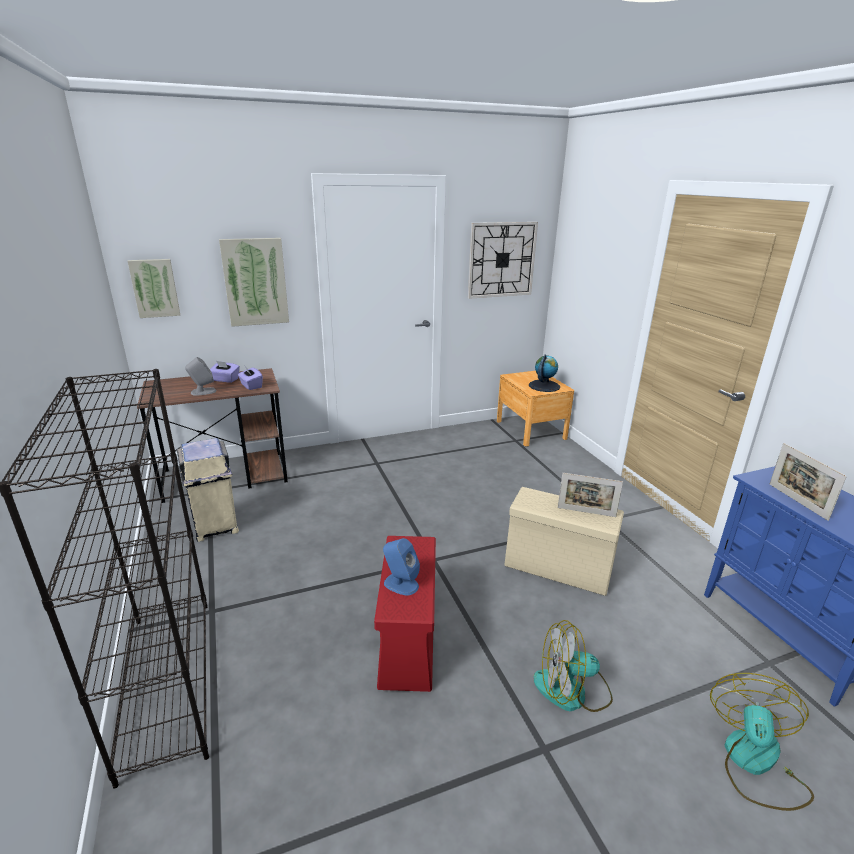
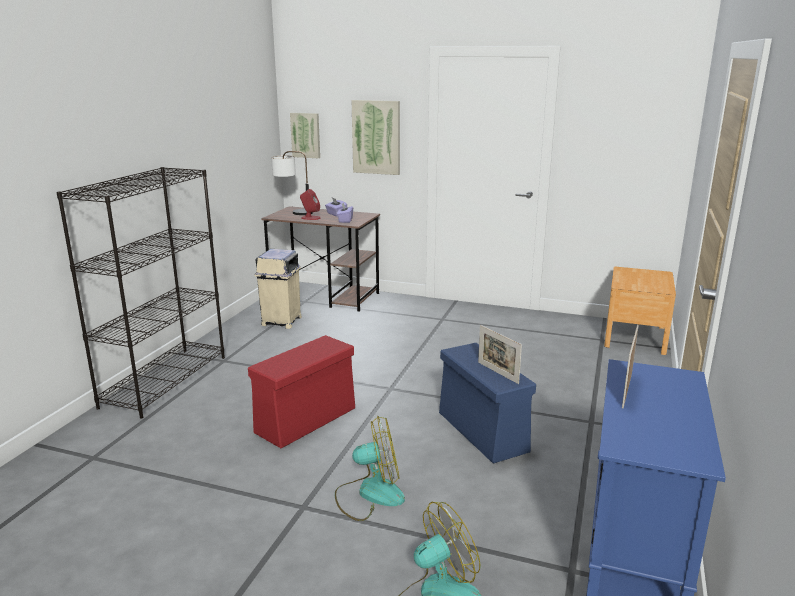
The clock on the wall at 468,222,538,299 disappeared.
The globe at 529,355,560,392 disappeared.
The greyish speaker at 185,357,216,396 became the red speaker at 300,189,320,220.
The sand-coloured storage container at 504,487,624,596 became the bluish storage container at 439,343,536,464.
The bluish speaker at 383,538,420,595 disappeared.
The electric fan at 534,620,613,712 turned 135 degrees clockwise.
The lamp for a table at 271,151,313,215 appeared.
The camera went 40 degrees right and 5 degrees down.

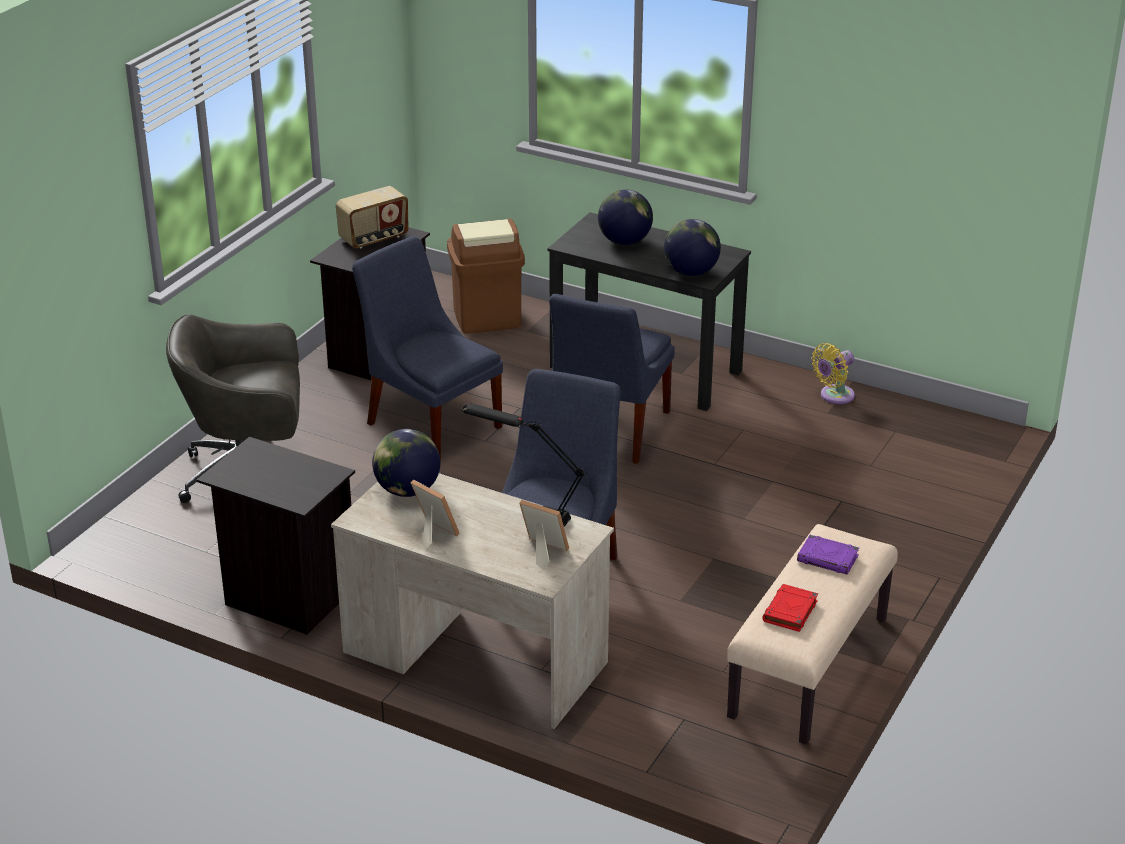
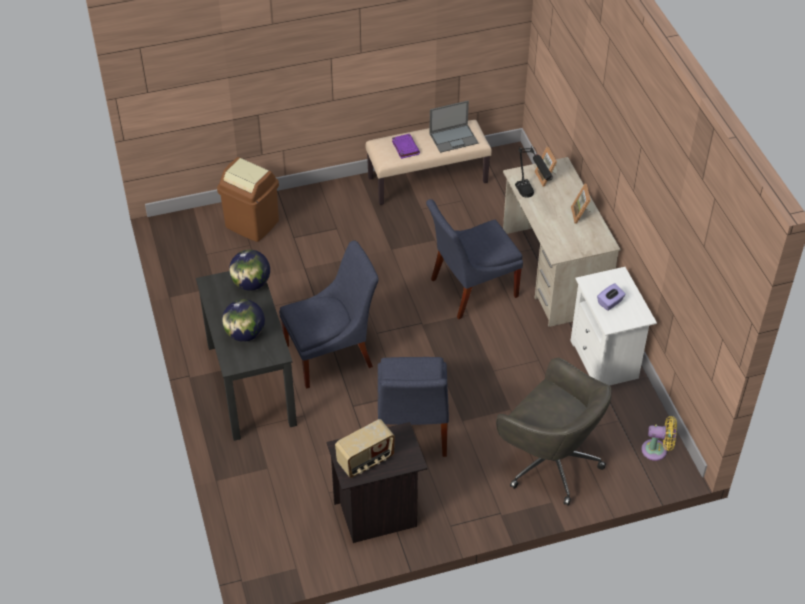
The radio at 336,186,409,248 turned 135 degrees clockwise.
The brown-coloured waste bin moved from 447,219,525,334 to 217,157,279,242.
The yellow electric fan moved from 811,343,855,404 to 641,416,677,461.
The globe at 372,429,440,497 disappeared.
The black-coloured night table at 197,437,355,635 became the white night table at 570,267,657,386.
The red bound book at 762,584,818,632 was replaced by the portable computer at 429,101,478,153.
The purplish tissue holder at 597,283,626,311 appeared.
The camera went 135 degrees left and 15 degrees up.

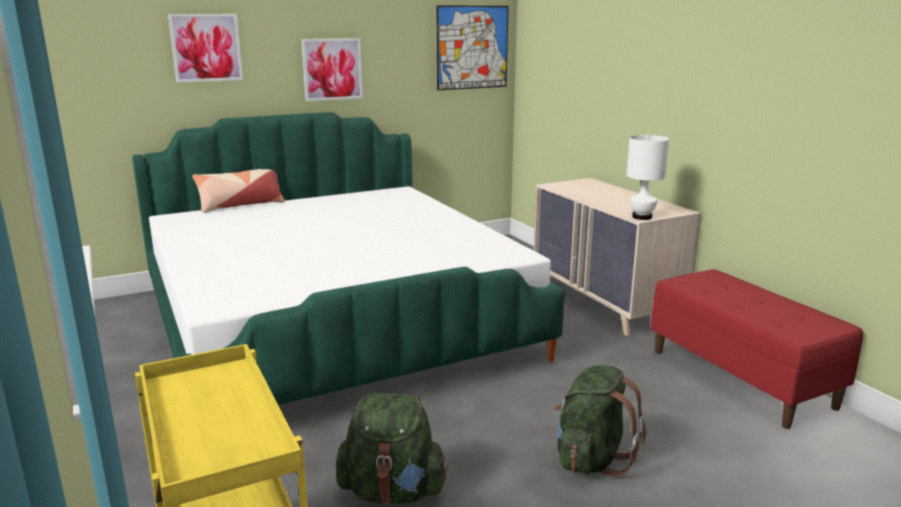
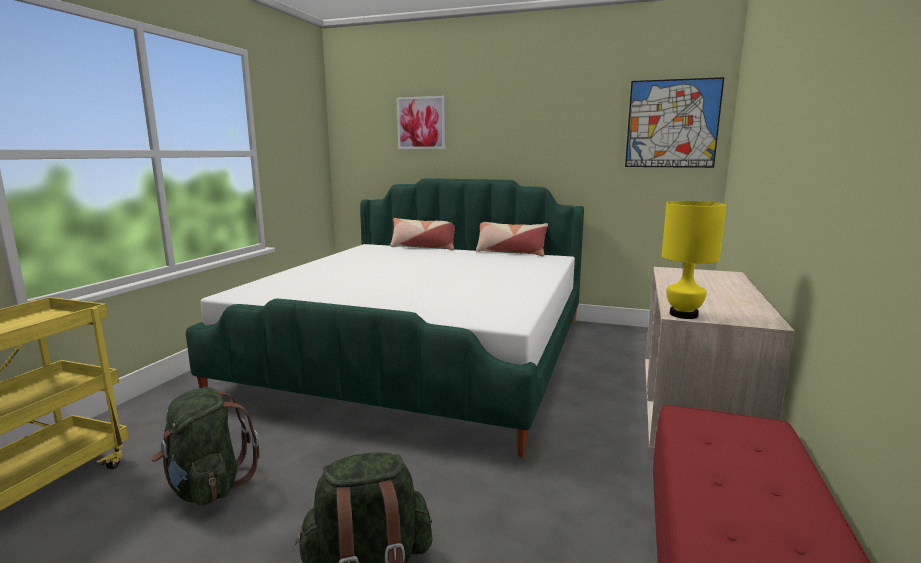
The wall picture at 301,38,363,101 disappeared.
The white lamp for a table at 627,135,670,220 became the yellow lamp for a table at 662,201,726,319.
The cushion at 476,222,548,256 appeared.
The camera went 45 degrees right and 5 degrees down.

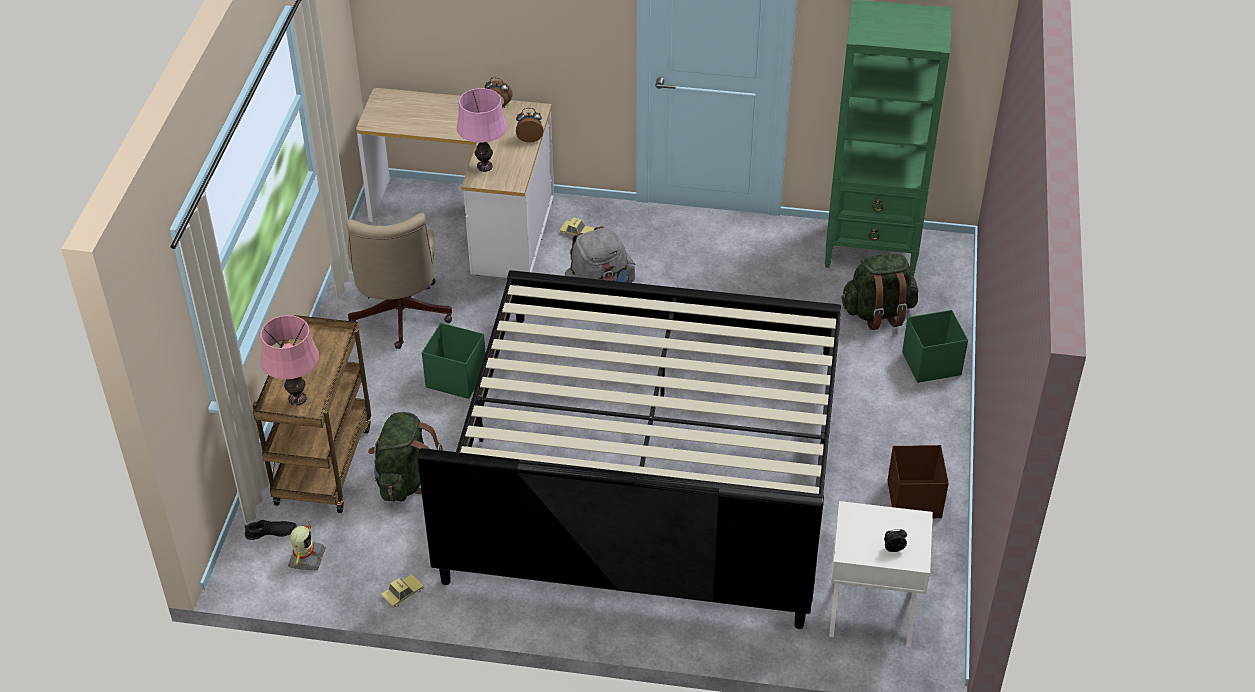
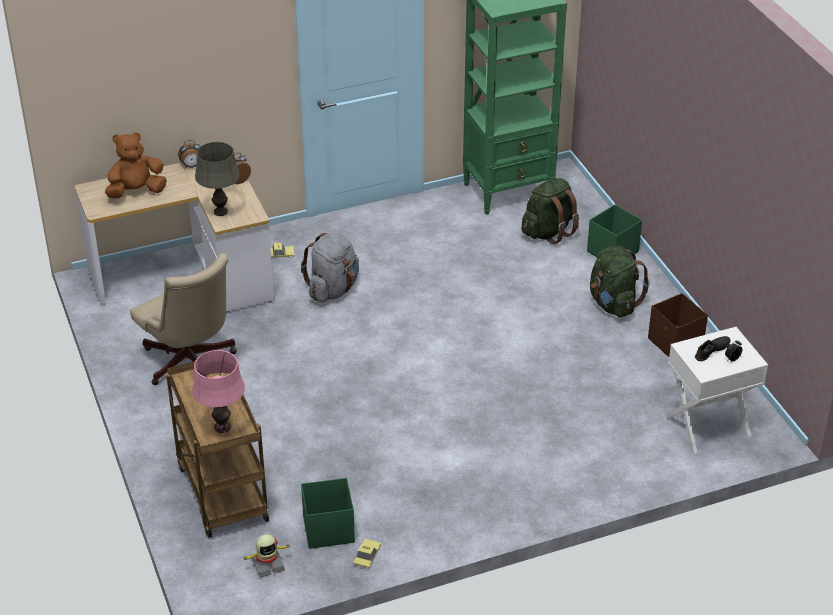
The pinkish lamp for a table at 456,88,507,172 became the greyish lamp for a table at 195,142,240,216.
The bedroom bed at 417,270,841,629 disappeared.
The green-coloured storage container moved from 422,323,485,399 to 301,478,355,549.
The green-coloured knapsack moved from 368,412,443,502 to 590,246,650,317.
The black-coloured shoe moved from 245,520,297,540 to 695,336,731,361.
The toy robot at 288,522,326,570 turned 90 degrees clockwise.
The brown-coloured cuddly toy at 105,132,167,198 appeared.
The camera went 30 degrees left and 5 degrees down.

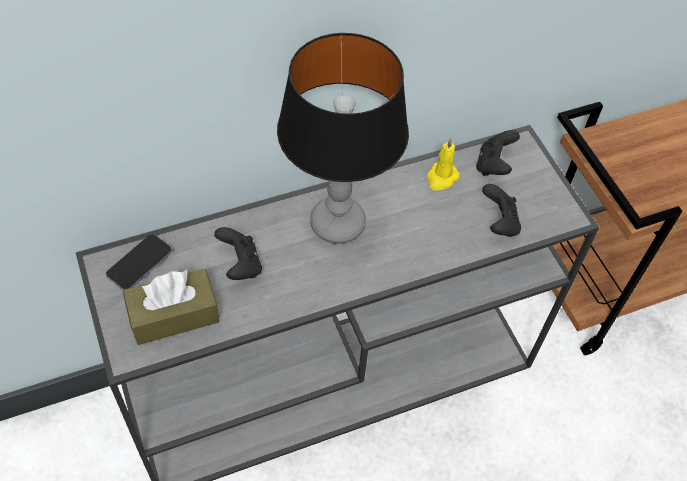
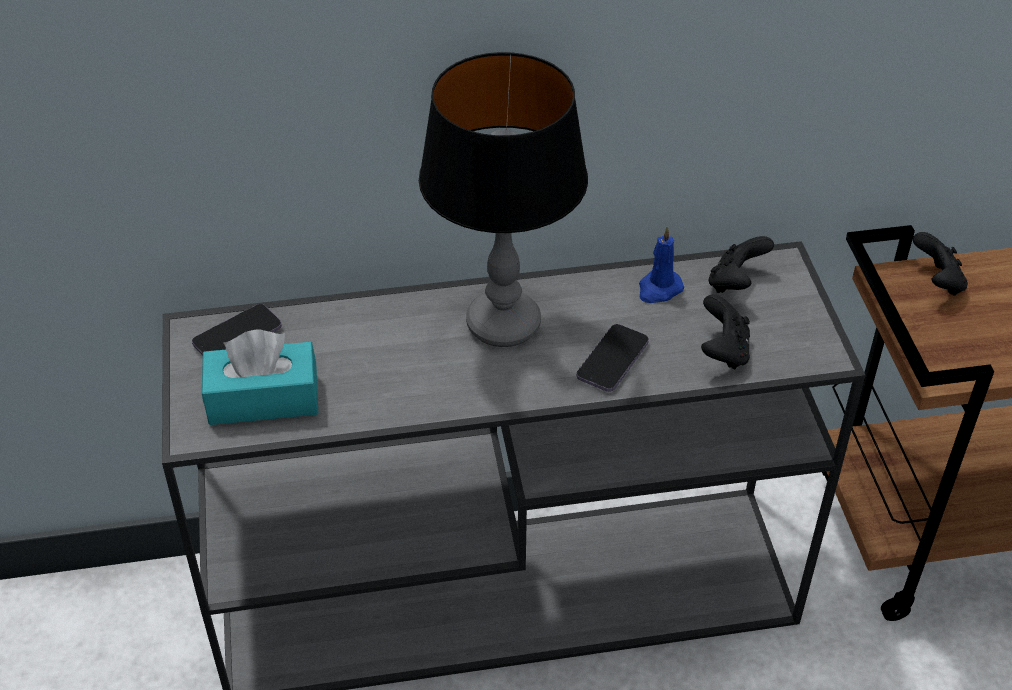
The yellow wax light at 427,138,460,191 became the bluish wax light at 639,227,684,303.
The black-coloured gamepad moved from 214,227,262,280 to 913,232,968,296.
The brown-coloured tissue holder at 123,269,220,345 became the turquoise tissue holder at 202,330,318,425.
The handset at 577,324,649,392 appeared.
The camera went 15 degrees right and 10 degrees down.

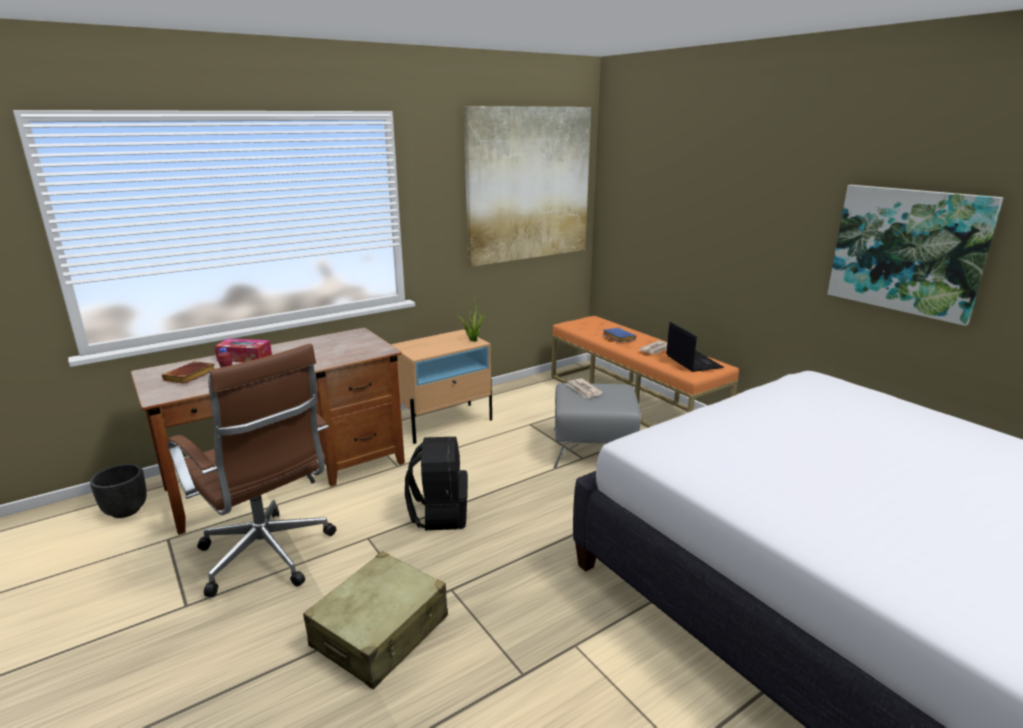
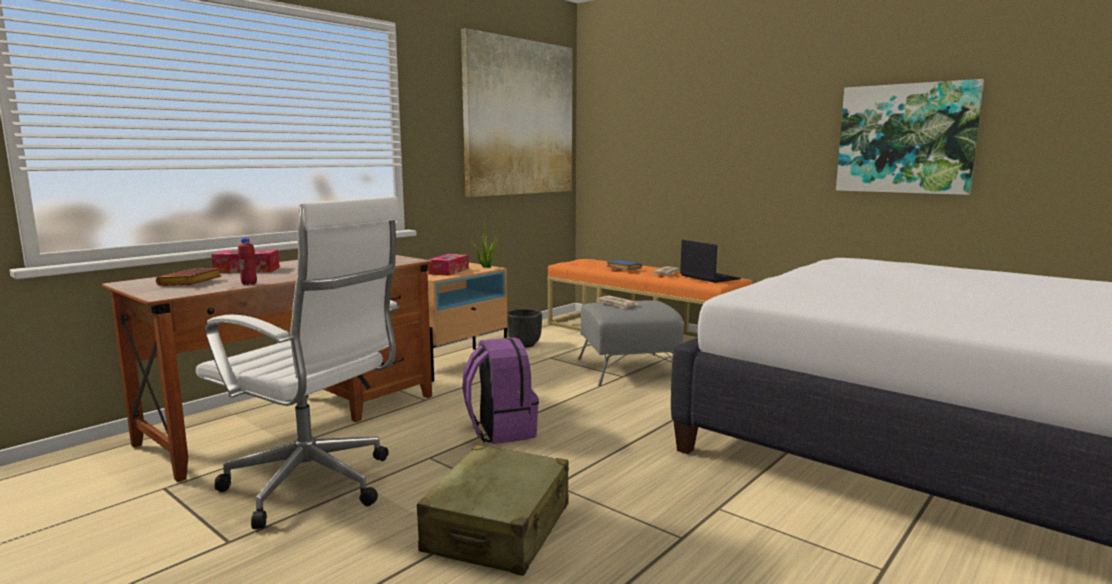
The brown-coloured desk chair at 167,344,336,597 became the white desk chair at 196,196,401,529.
The black-coloured knapsack at 405,436,468,530 became the purplish knapsack at 462,337,539,444.
The black-coloured planter moved from 90,464,147,518 to 507,309,542,348.
The tissue holder at 428,254,469,276 appeared.
The camera went 15 degrees left and 10 degrees down.

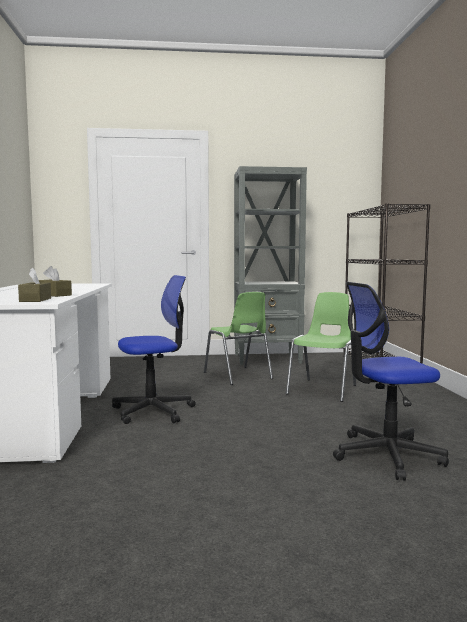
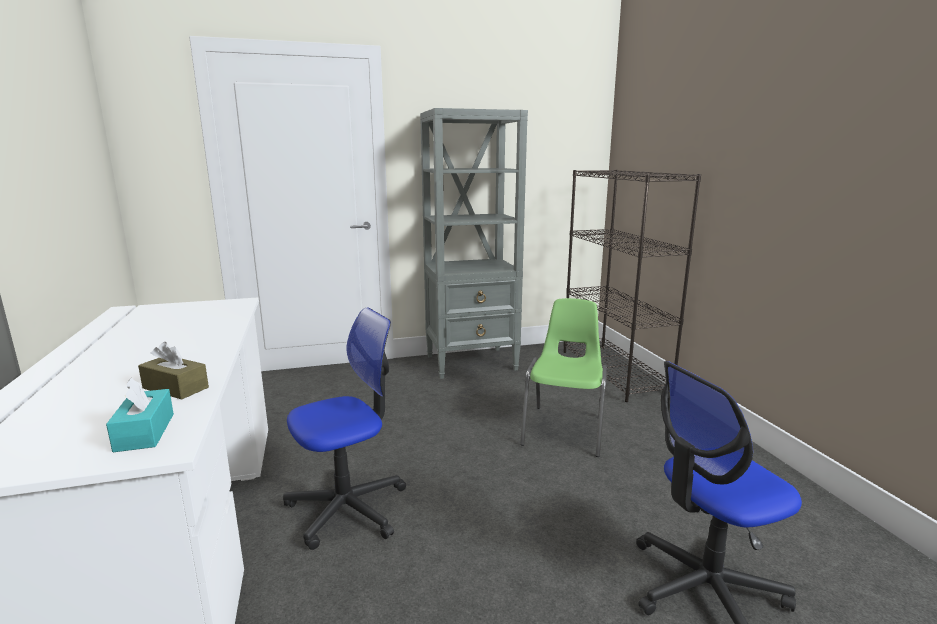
The brown-coloured tissue holder at 18,267,51,302 became the turquoise tissue holder at 106,377,174,452.
The green-coloured plain chair at 204,292,273,385 disappeared.
The camera went 10 degrees left and 10 degrees up.

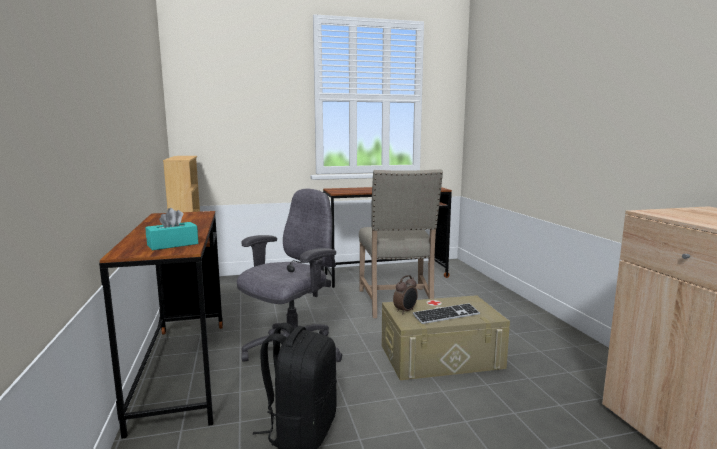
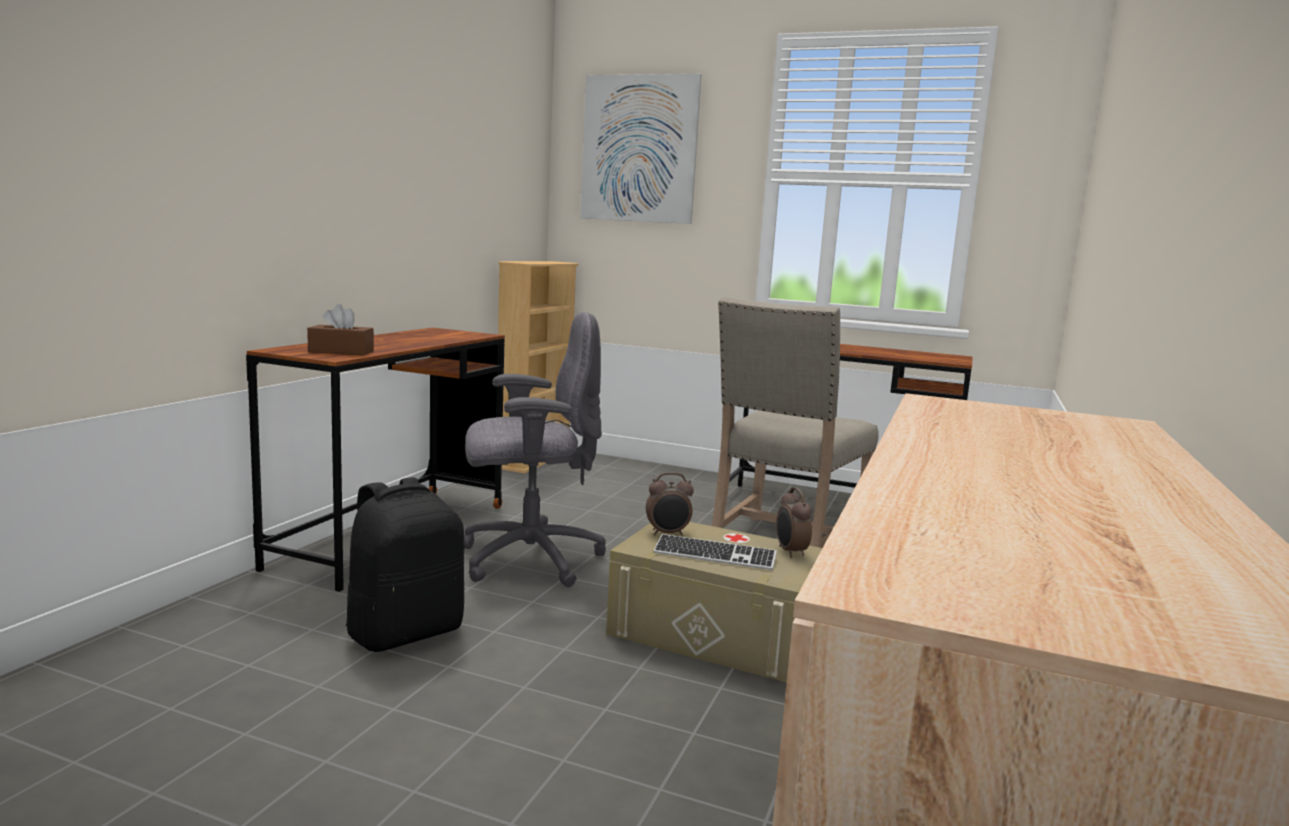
The turquoise tissue holder at 145,208,199,250 became the brown-coloured tissue holder at 307,304,374,356.
The wall picture at 580,74,701,224 appeared.
The alarm clock at 776,487,812,558 appeared.
The camera went 35 degrees right and 0 degrees up.

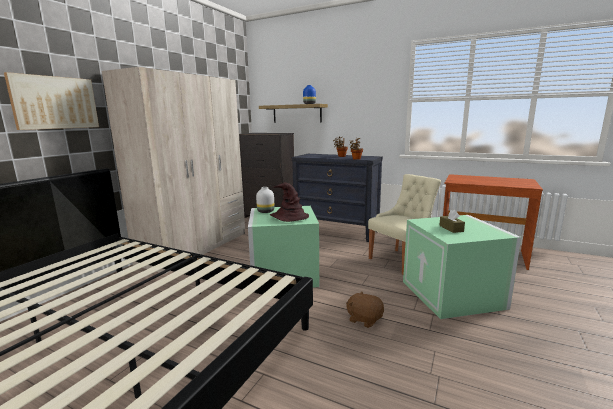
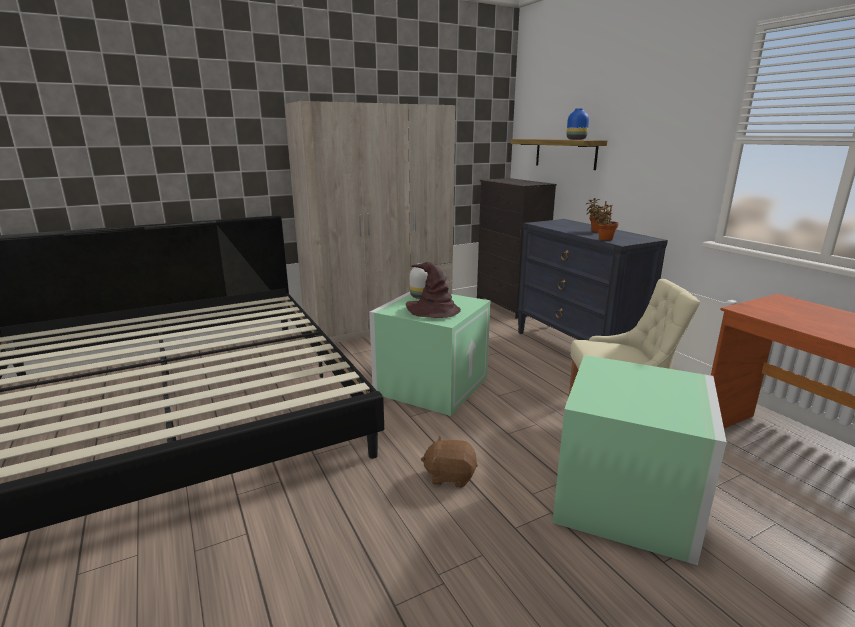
The wall picture at 4,72,99,130 disappeared.
The brown-coloured tissue holder at 439,210,465,233 disappeared.
The brown-coloured cuddly toy at 346,291,384,328 turned 60 degrees counterclockwise.
The camera went 35 degrees right and 5 degrees up.

